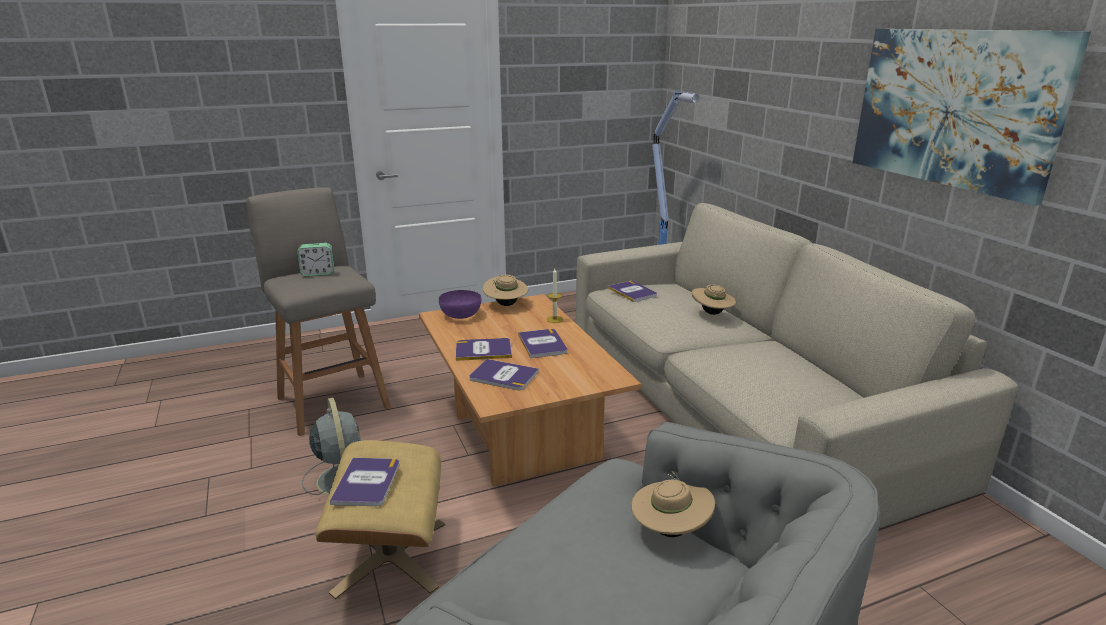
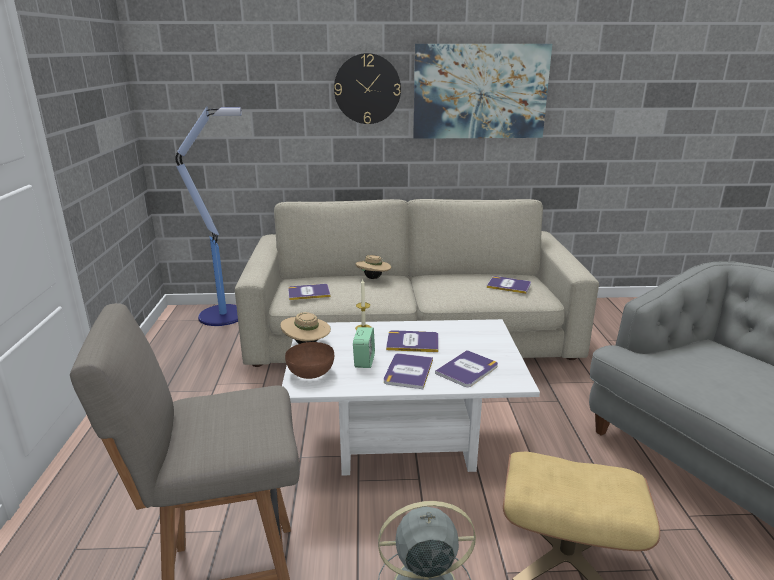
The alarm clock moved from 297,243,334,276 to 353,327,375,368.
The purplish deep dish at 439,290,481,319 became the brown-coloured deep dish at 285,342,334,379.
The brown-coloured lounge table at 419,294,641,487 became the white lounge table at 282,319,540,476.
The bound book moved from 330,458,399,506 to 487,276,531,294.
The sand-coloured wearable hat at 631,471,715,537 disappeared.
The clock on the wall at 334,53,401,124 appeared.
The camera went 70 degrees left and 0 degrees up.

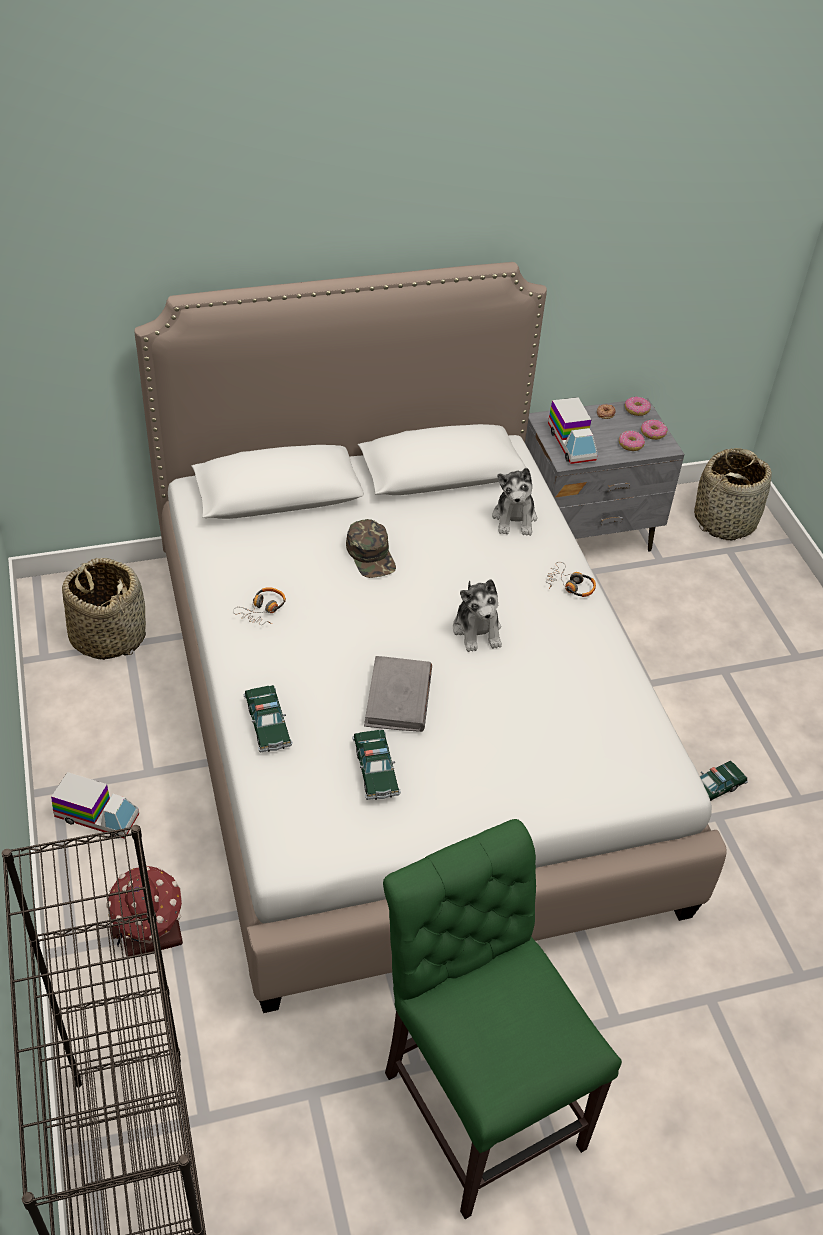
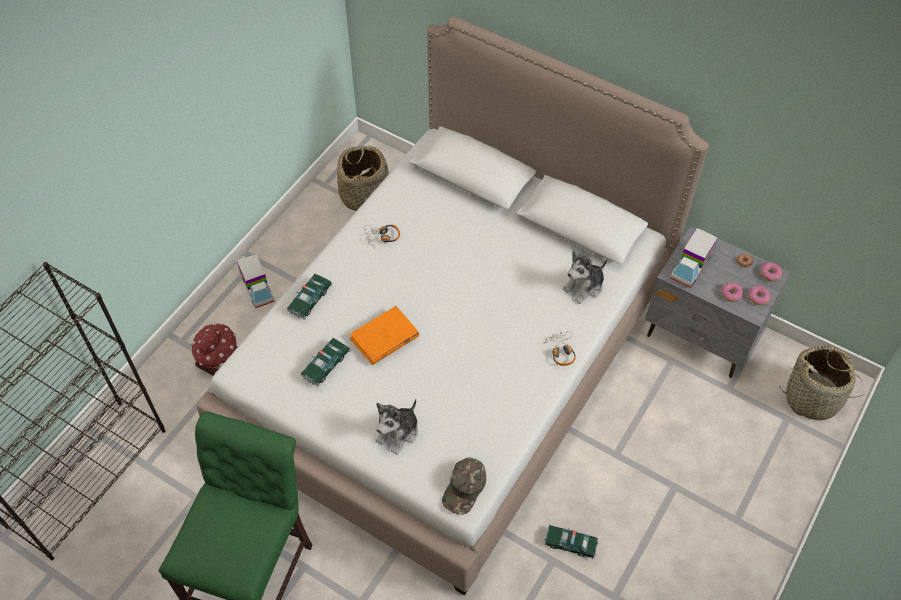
The green-coloured peaked cap moved from 346,519,396,578 to 442,457,486,515.
The cuddly toy moved from 453,579,502,652 to 376,399,418,455.
The greyish bound book at 364,656,432,732 became the orangey bound book at 349,306,419,365.
The camera went 50 degrees right and 10 degrees up.

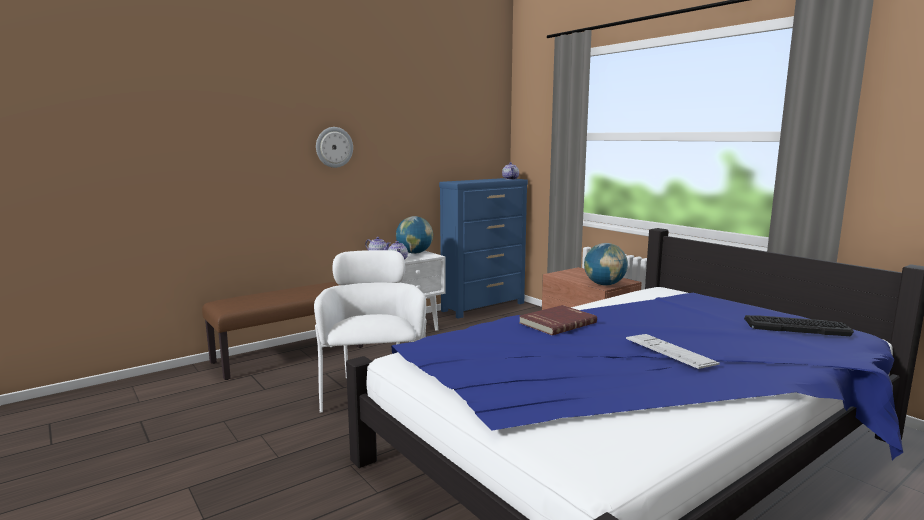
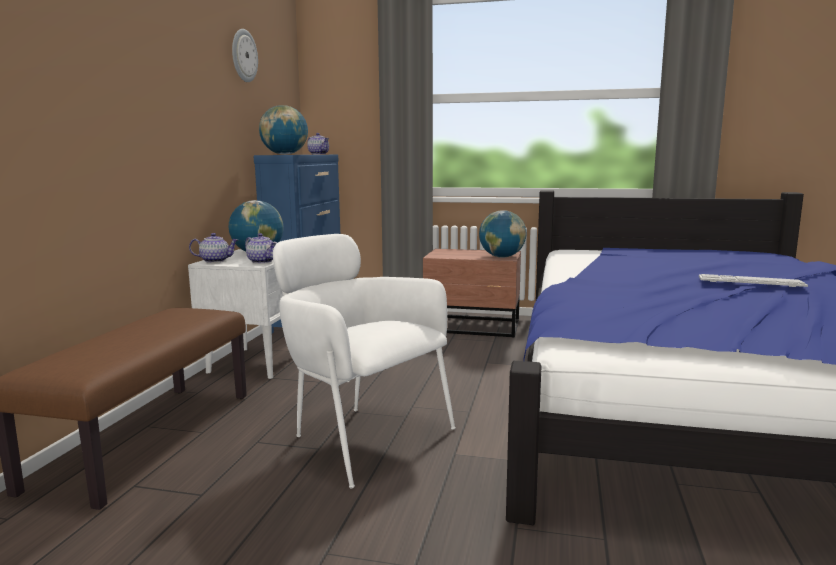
The clock on the wall moved from 316,127,353,168 to 232,29,258,82.
The red bound book at 519,305,597,335 disappeared.
The computer keyboard at 744,315,854,336 disappeared.
The globe at 259,105,308,155 appeared.
The camera went 40 degrees left and 0 degrees up.

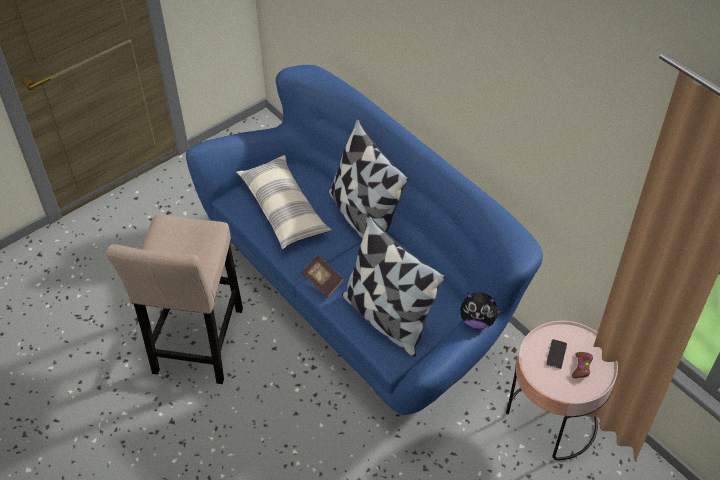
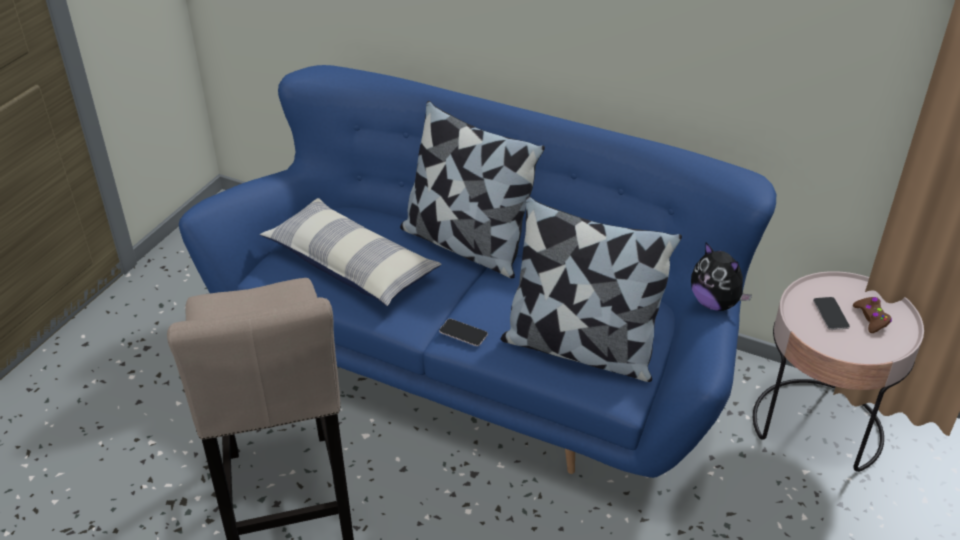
The bound book at 301,255,345,298 was replaced by the handset at 439,319,488,346.
The cuddly toy at 460,292,502,329 turned 60 degrees clockwise.
The camera went 25 degrees left and 10 degrees down.

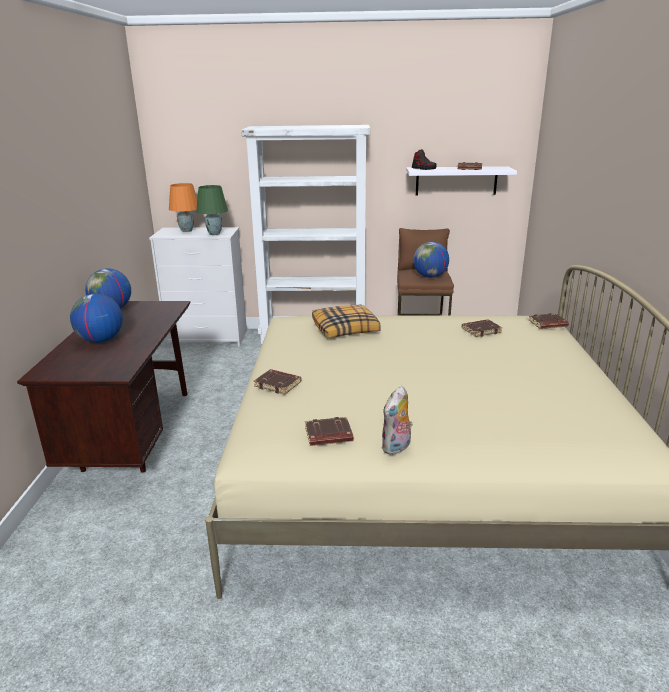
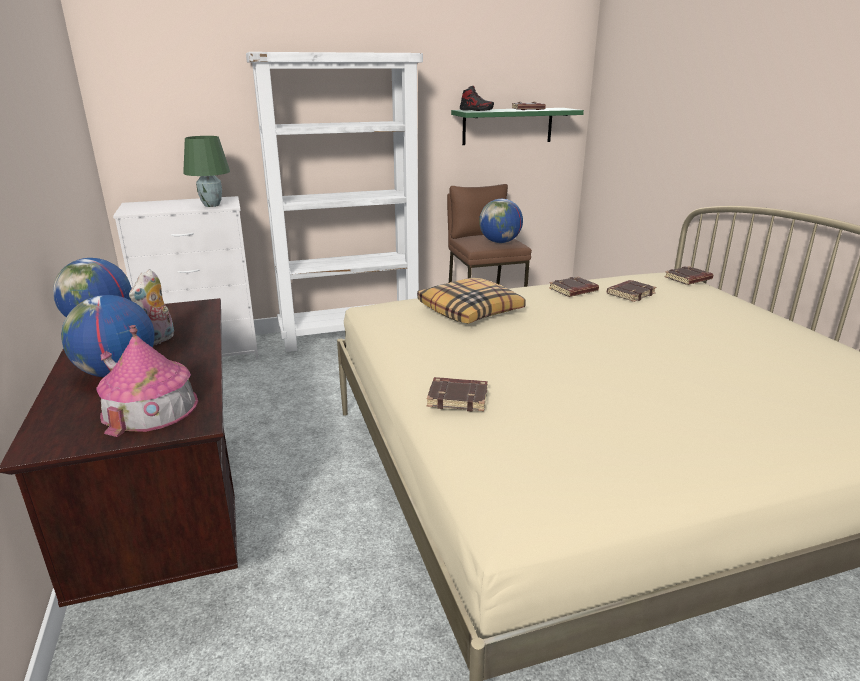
The white bracket shelf at 406,166,517,195 became the green-coloured bracket shelf at 451,108,584,145.
The orangey lamp for a table at 169,183,197,232 disappeared.
The cuddly toy moved from 381,386,413,455 to 129,269,174,346.
The brown-coloured bound book moved from 305,417,353,446 to 549,277,599,297.
The toy house at 96,325,198,437 appeared.
The camera went 20 degrees left and 0 degrees up.

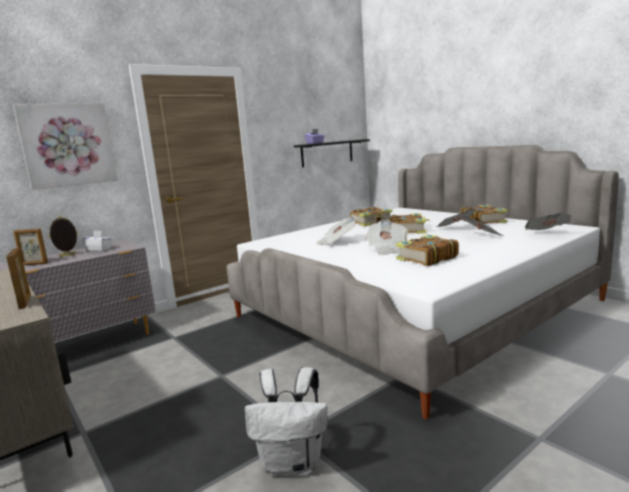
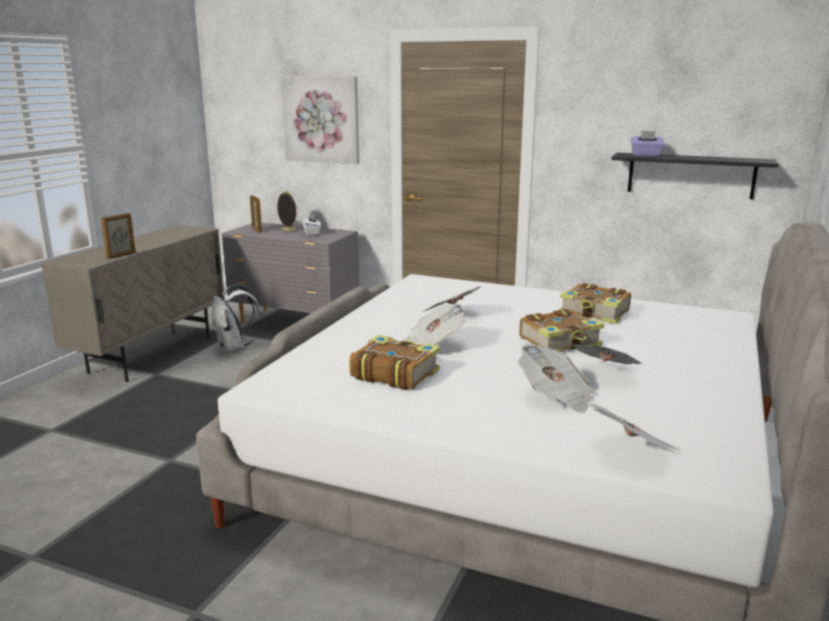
The bound book at 461,205,508,224 disappeared.
The white knapsack moved from 245,367,328,477 to 211,284,263,354.
The camera went 60 degrees right and 5 degrees up.

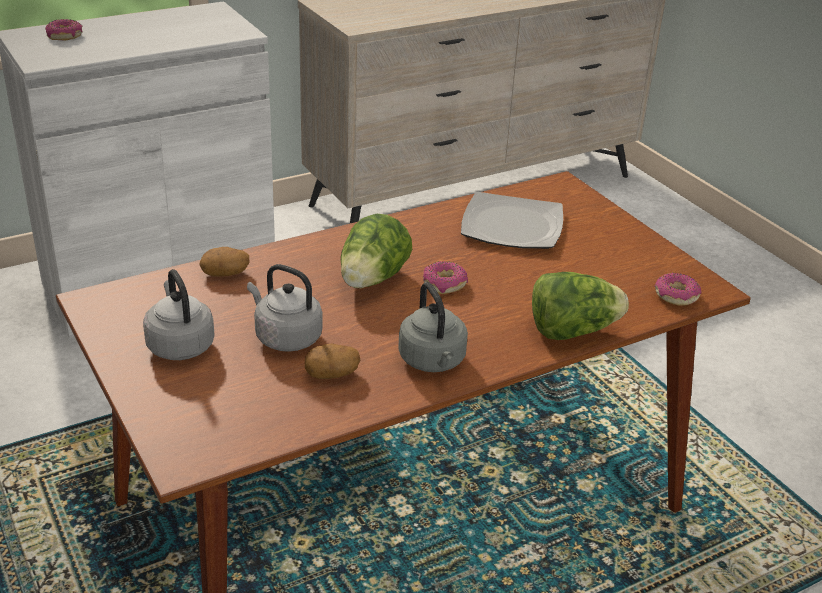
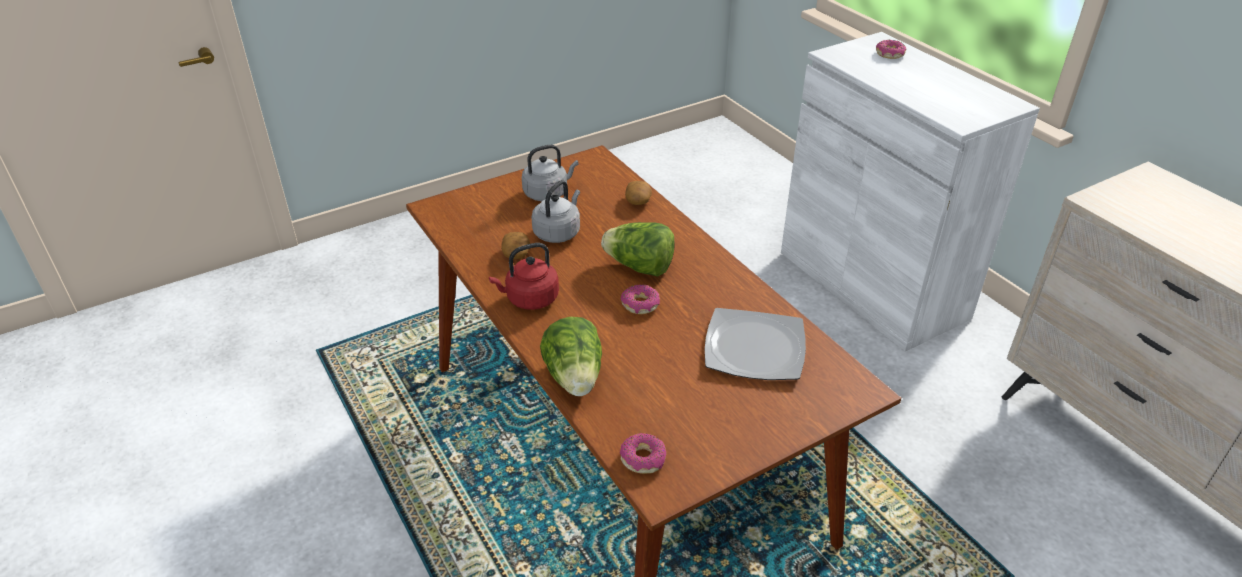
The greyish tea kettle at 398,282,468,372 became the red tea kettle at 489,243,559,310.
The camera went 90 degrees right and 5 degrees up.

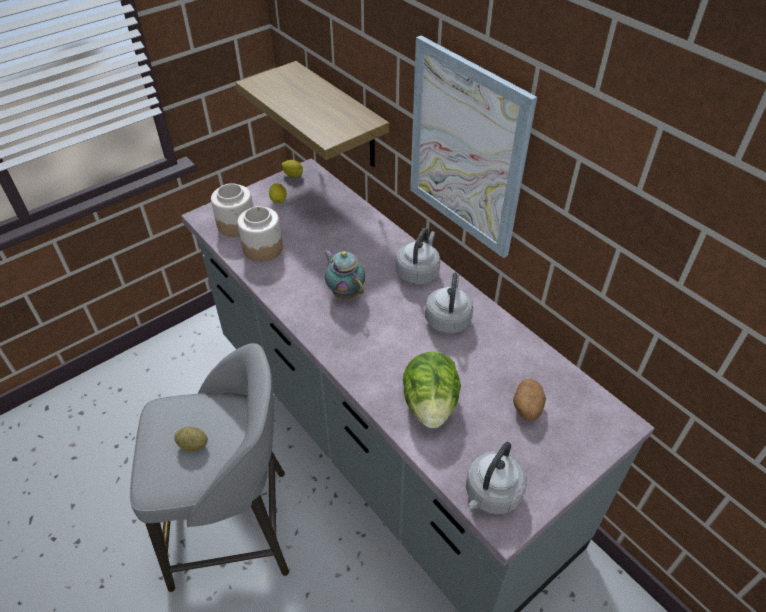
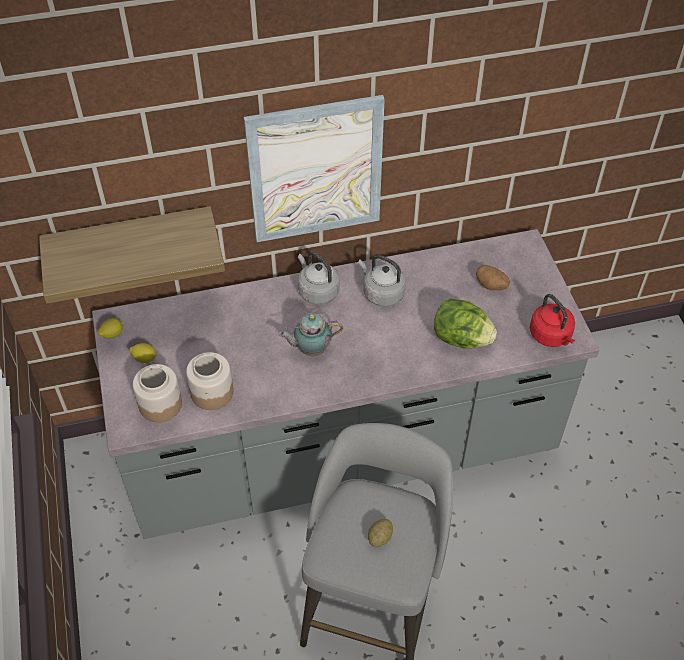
The greyish tea kettle at 466,442,527,514 became the red tea kettle at 530,294,575,347.
The camera went 65 degrees left and 5 degrees up.

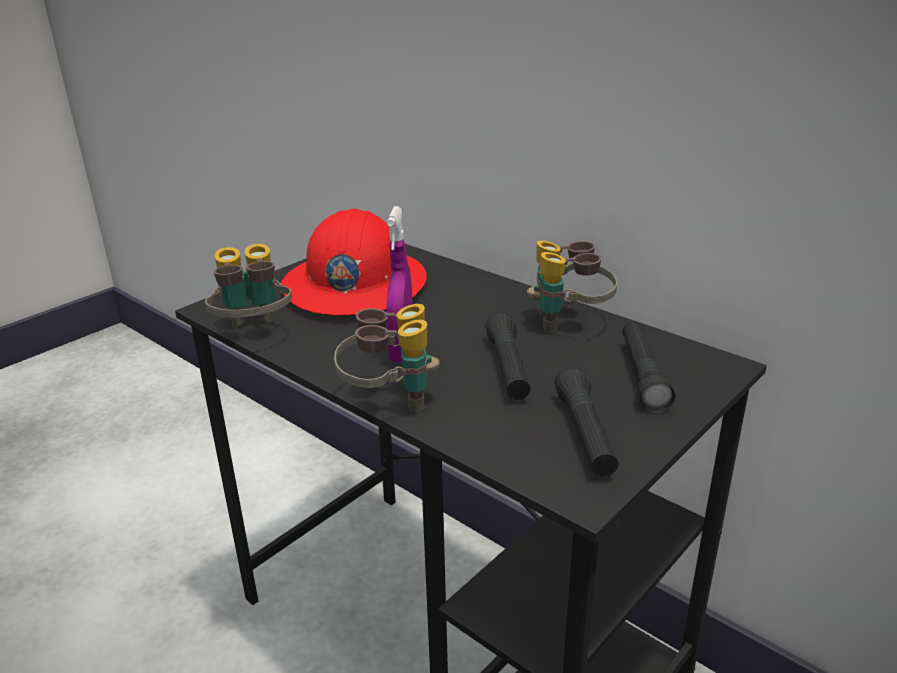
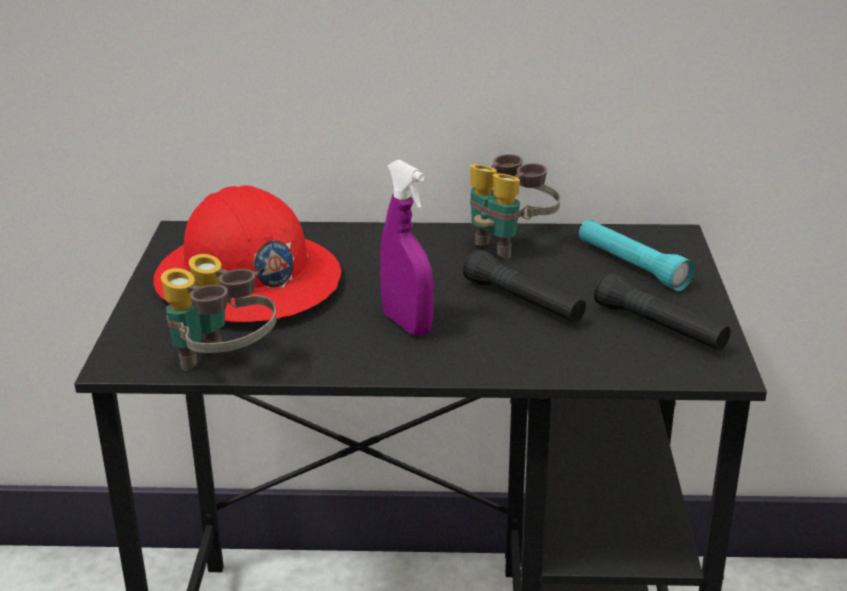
The pair of binoculars at 334,304,440,413 disappeared.
The black-coloured hand torch at 622,321,675,412 became the turquoise hand torch at 579,219,694,291.
The camera went 40 degrees left and 0 degrees up.

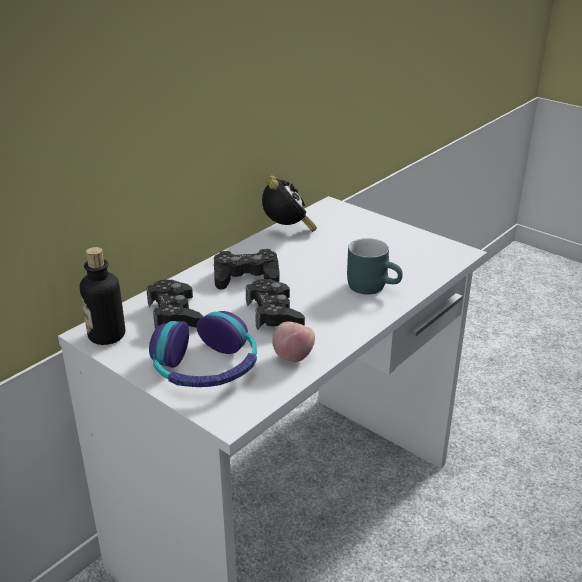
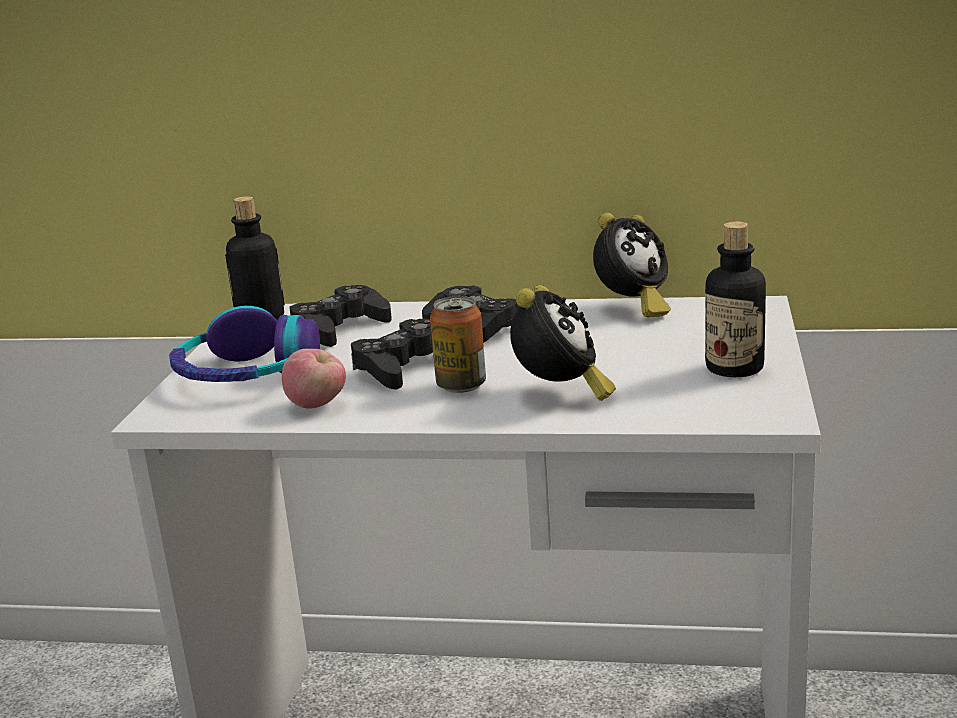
The turquoise mug at 347,238,403,295 was replaced by the alarm clock at 510,285,616,401.
The bottle at 705,222,766,377 appeared.
The sealed can at 430,296,486,393 appeared.
The camera went 60 degrees right and 10 degrees down.

